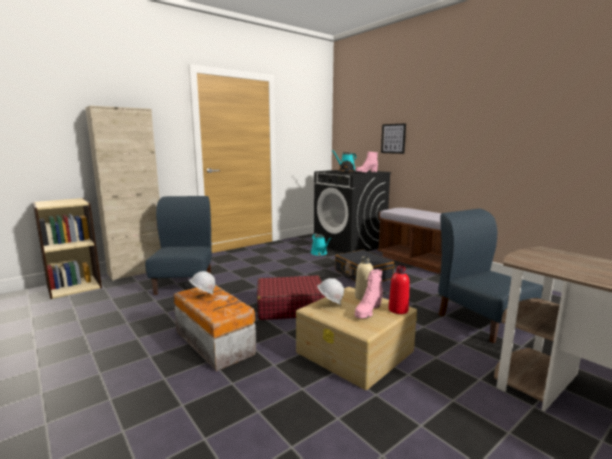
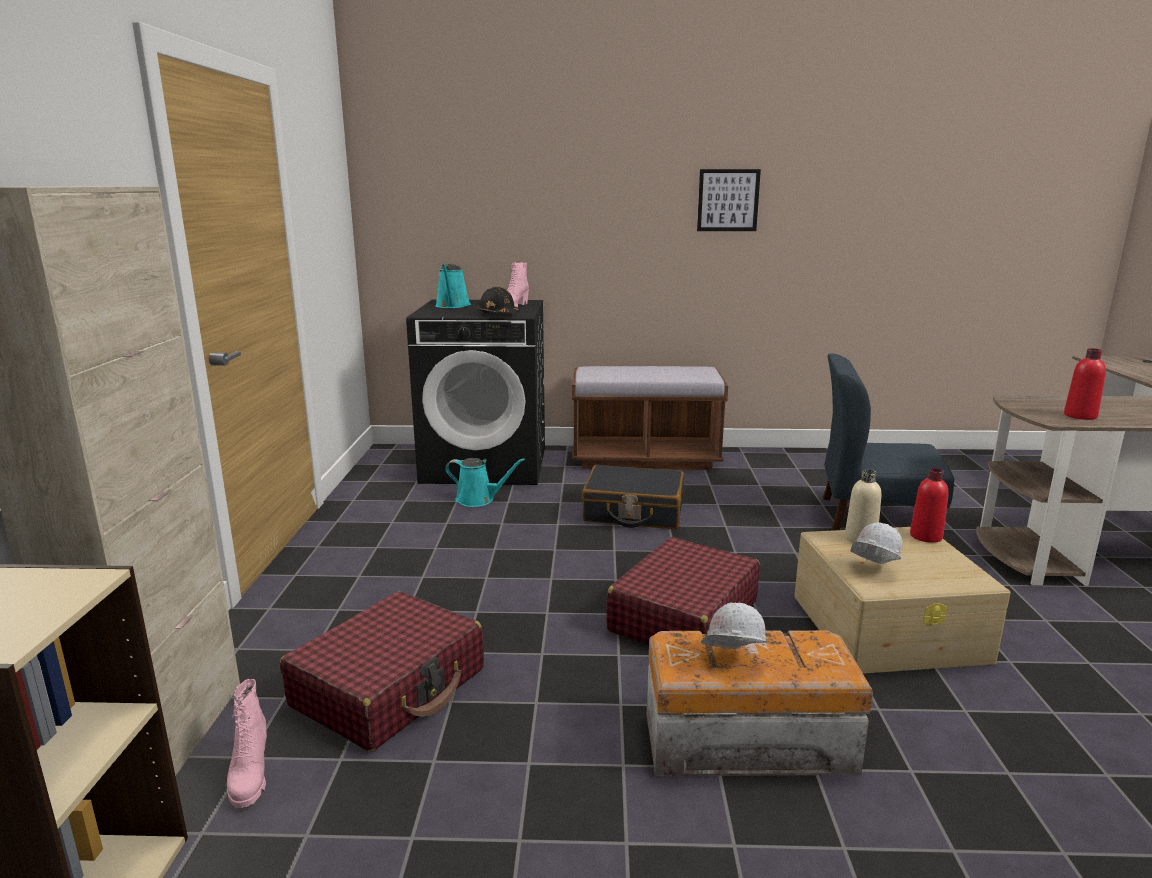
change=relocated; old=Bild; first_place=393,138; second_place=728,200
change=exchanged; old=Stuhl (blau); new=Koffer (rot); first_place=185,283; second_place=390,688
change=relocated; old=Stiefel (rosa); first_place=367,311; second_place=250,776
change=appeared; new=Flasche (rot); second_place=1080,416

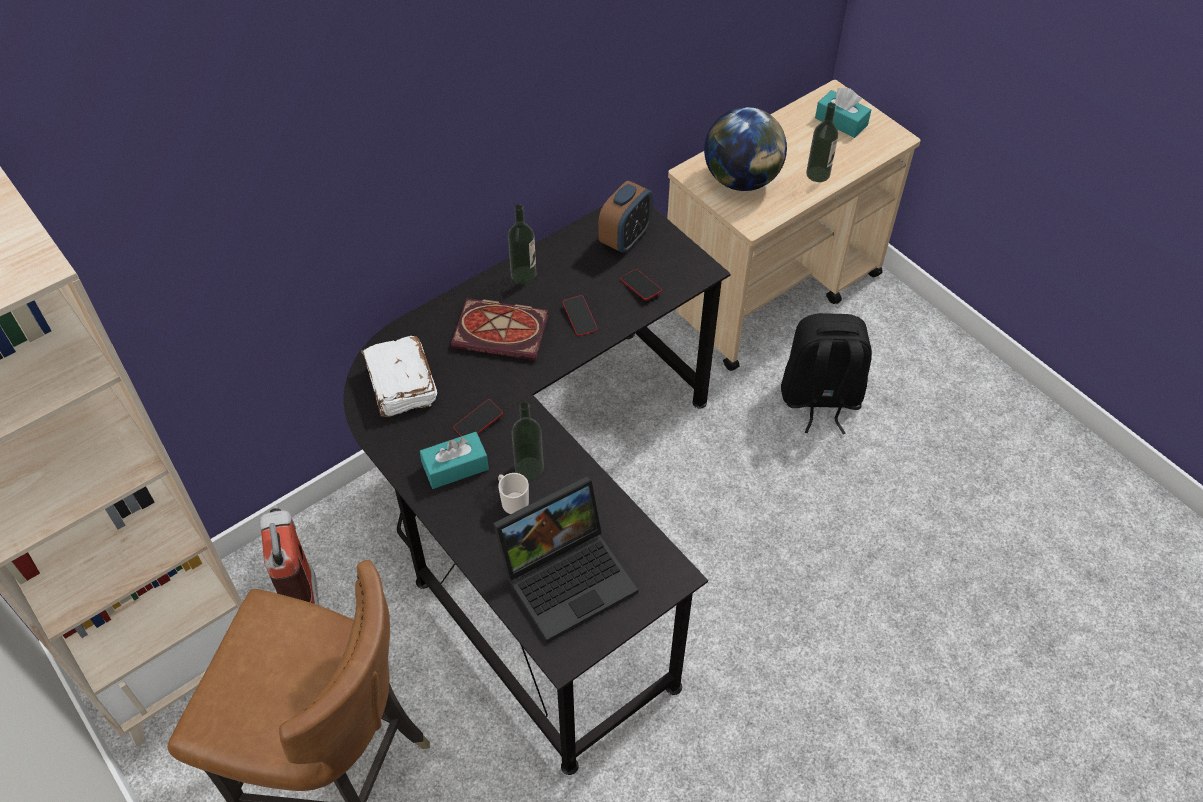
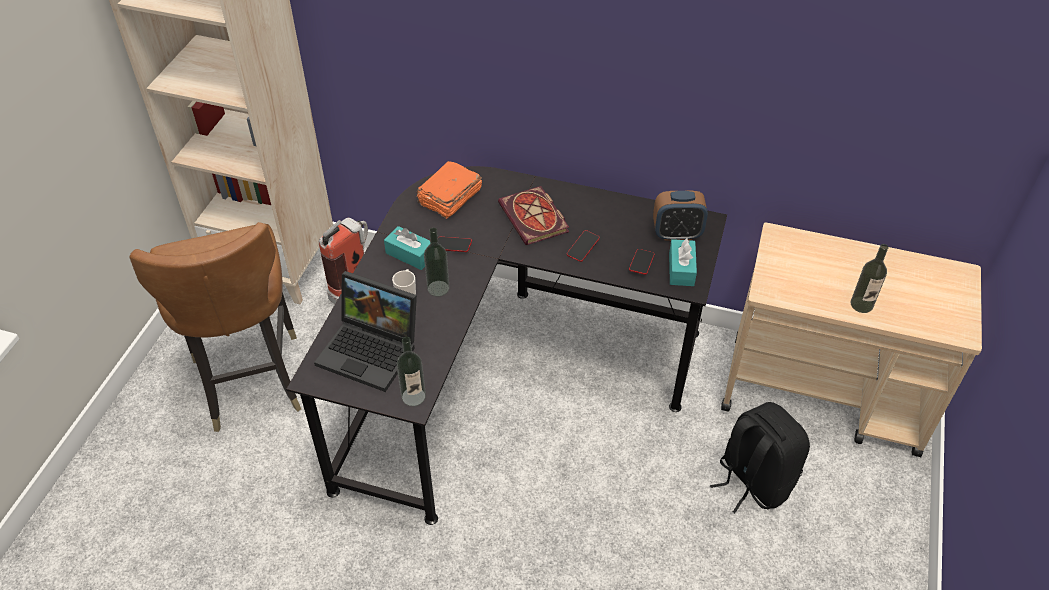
change=relocated; old=Taschentuchbox (türkis); first_place=841,122; second_place=681,269
change=missing; old=Globus; first_place=741,180
change=relocated; old=Flasche; first_place=523,275; second_place=413,396
change=colour; old=Buch (weiß); new=Buch (orange); first_place=401,386; second_place=449,198

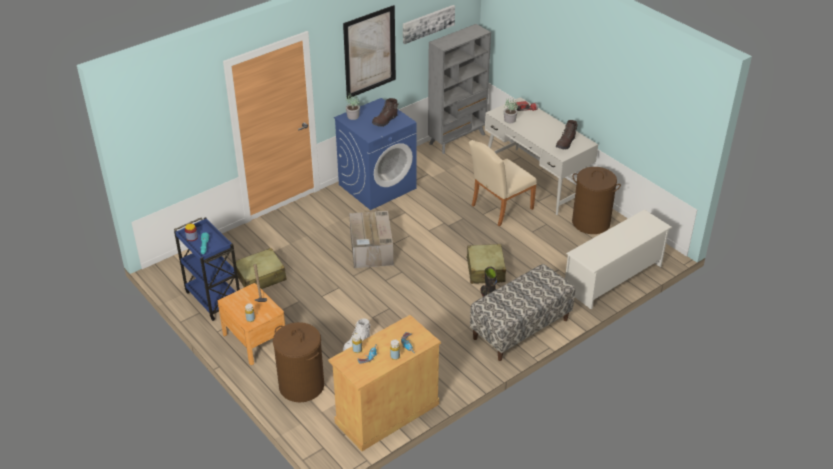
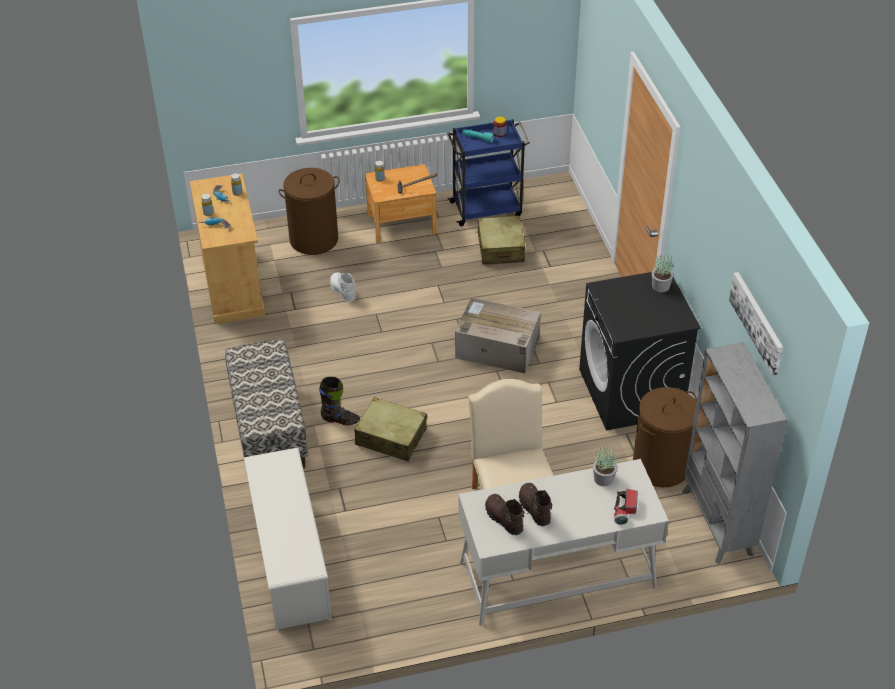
change=missing; old=Bild; first_place=370,52
change=colour; old=Waschmaschine (blau); new=Waschmaschine (schwarz); first_place=377,186; second_place=631,393
change=relocated; old=Stiefel (braun); first_place=385,121; second_place=534,509
change=relocated; old=Wäschekorb (braun); first_place=590,223; second_place=660,466

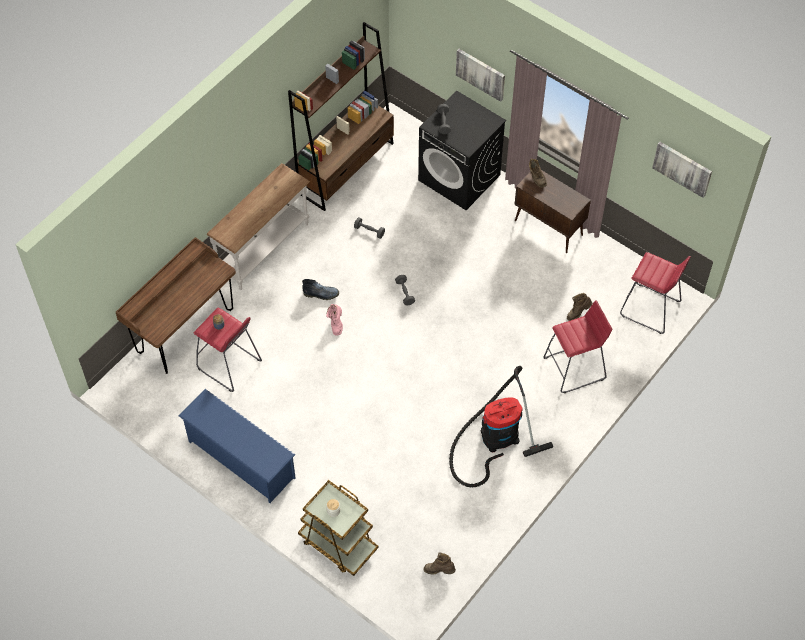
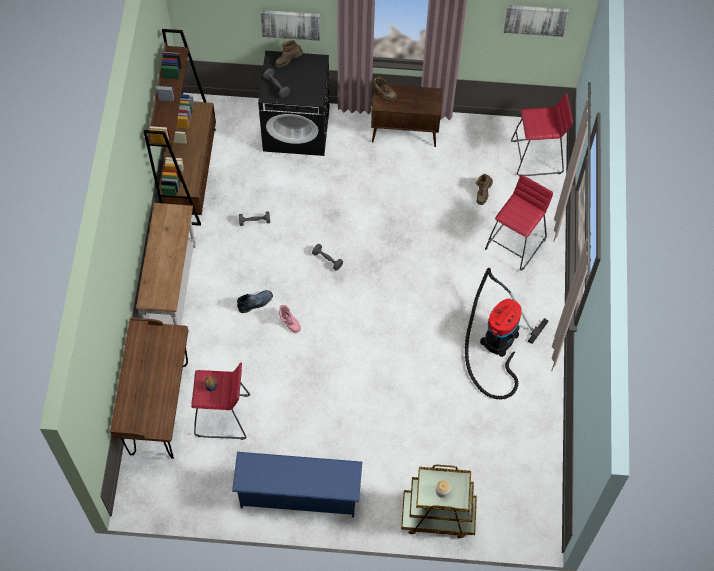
change=relocated; old=Stiefel (braun); first_place=439,570; second_place=288,61

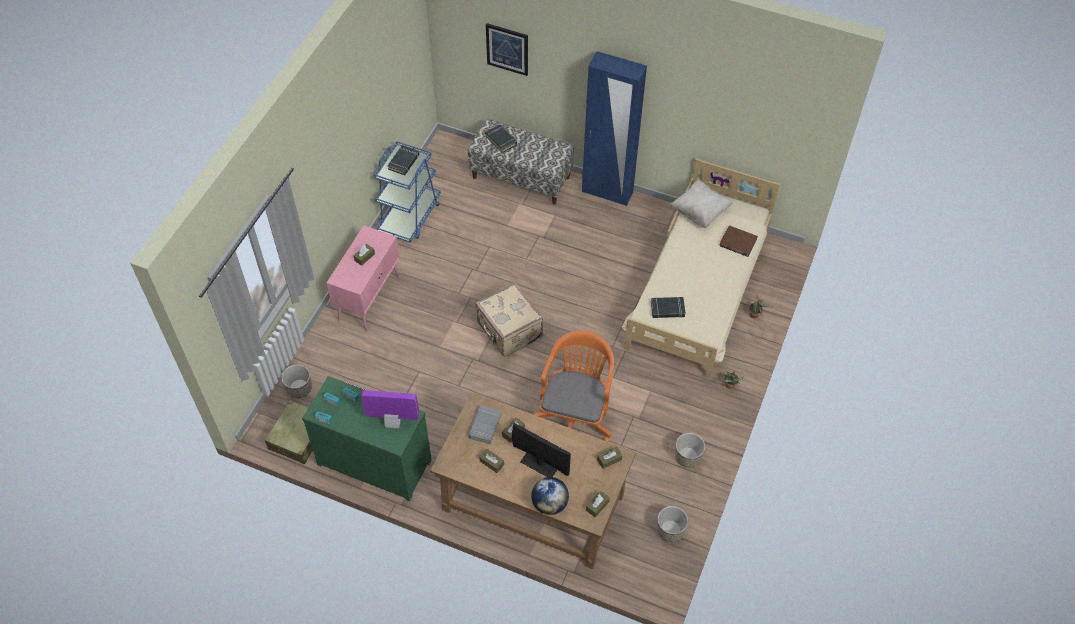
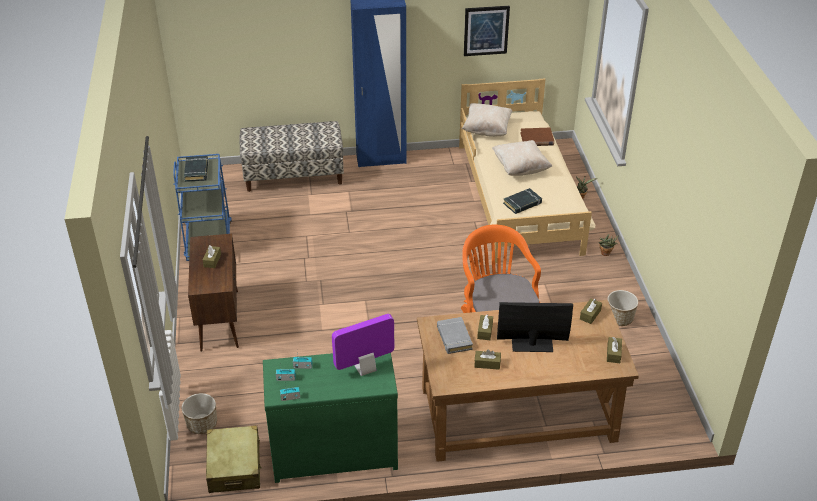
change=relocated; old=Bild; first_place=507,49; second_place=486,30
change=missing; old=Buch (schwarz); first_place=501,140
change=colour; old=Schrank (rosa); new=Schrank (braun); first_place=370,299; second_place=219,320
change=missing; old=Koffer (beige); first_place=509,331
change=missing; old=Globus; first_place=549,504
change=missing; old=Pflanzkübel; first_place=670,530
change=appeared; new=Kissen (beige); second_place=520,168

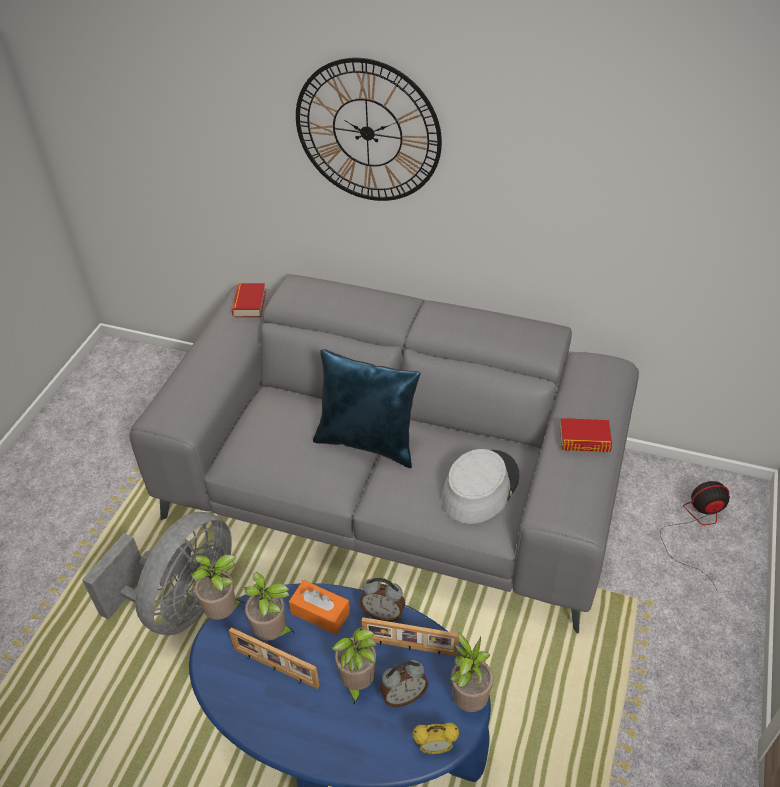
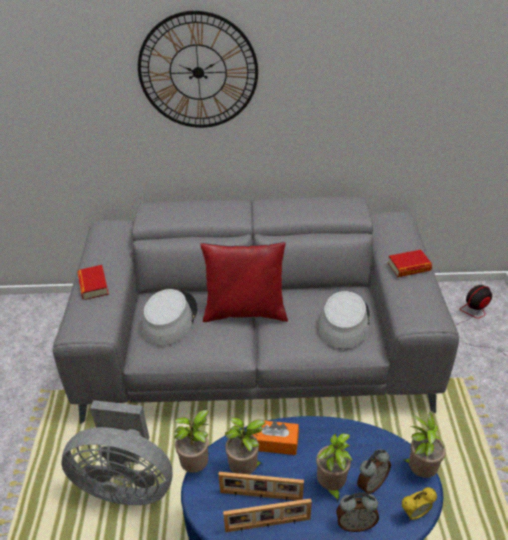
change=relocated; old=Buch; first_place=249,304; second_place=93,285
change=colour; old=Kissen (blau); new=Kissen (rot); first_place=368,442; second_place=245,311
change=spun; old=Ventilator (grau); first_place=181,603; second_place=126,483; degrees=90
change=relocated; old=Wecker; first_place=383,613; second_place=355,523
change=relocated; old=Bilderrahmen; first_place=410,648; second_place=268,525
change=appeared; new=Hut (grau); second_place=170,319

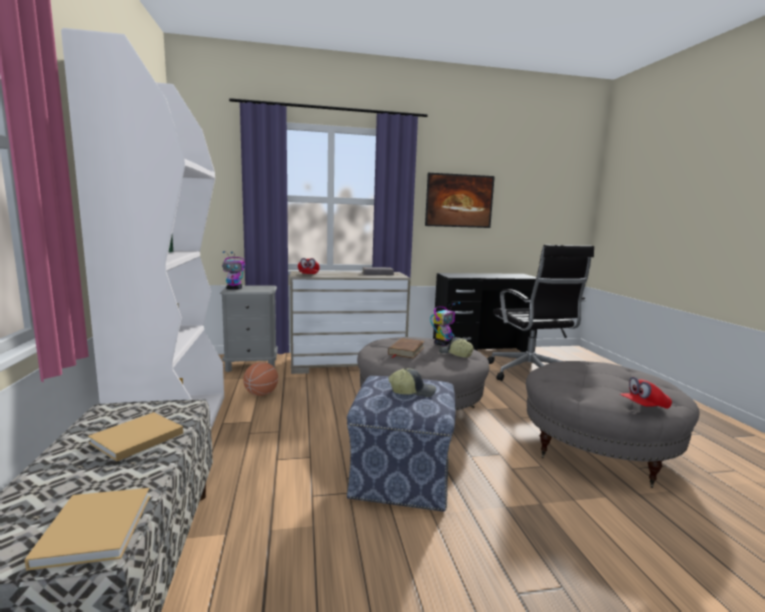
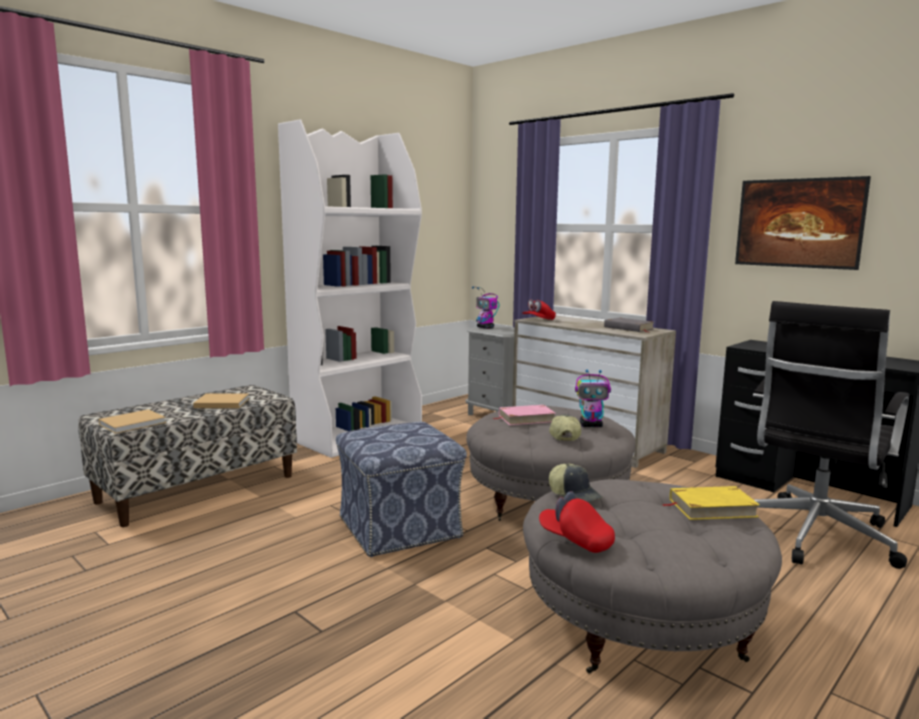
change=colour; old=Buch (braun); new=Buch (rosa); first_place=406,351; second_place=526,418
change=missing; old=Basketball; first_place=261,394
change=relocated; old=Kappe; first_place=412,391; second_place=575,495
change=appeared; new=Buch (gelb); second_place=711,508

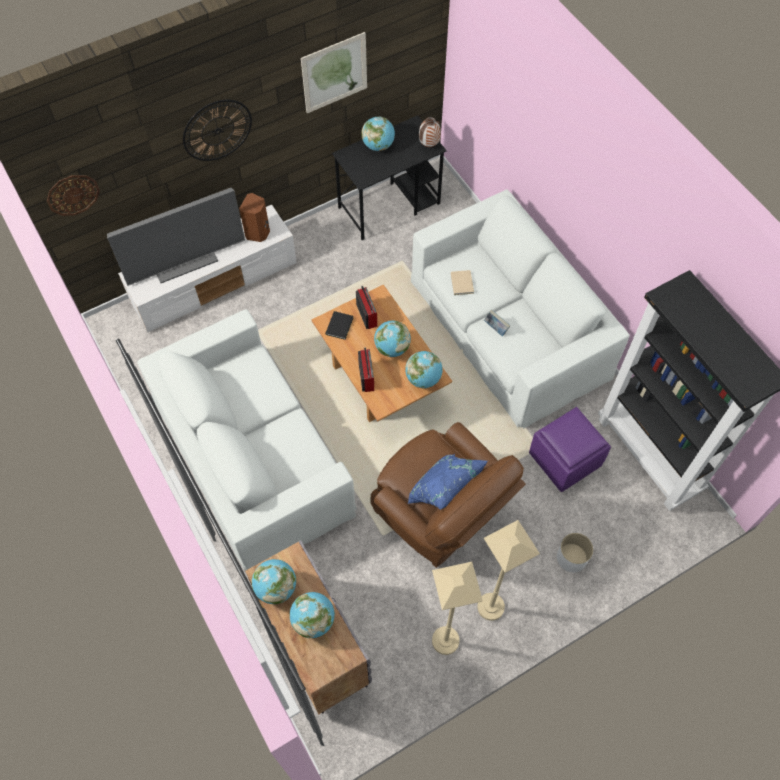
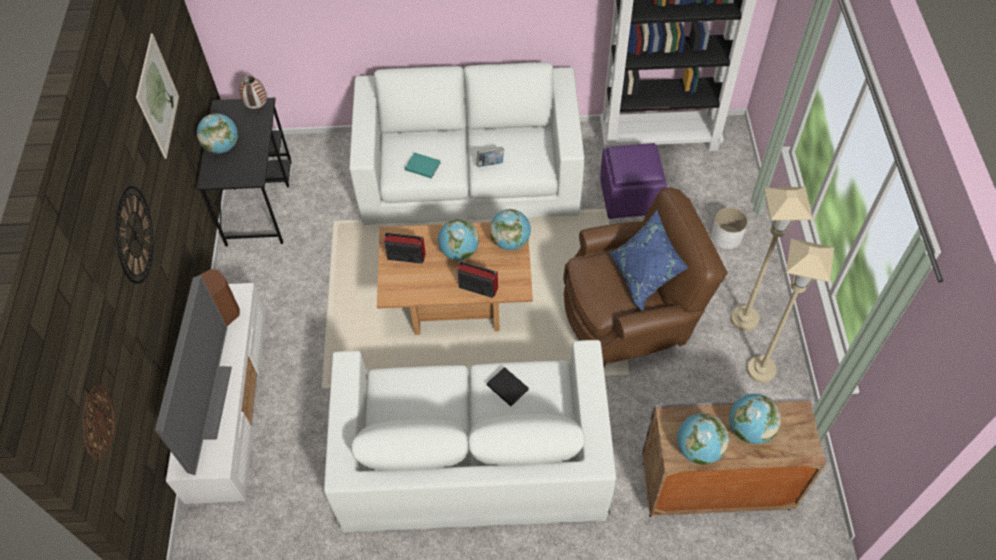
change=colour; old=Buch (beige); new=Buch (türkis); first_place=462,282; second_place=422,165
change=relocated; old=Buch (schwarz); first_place=340,325; second_place=507,386

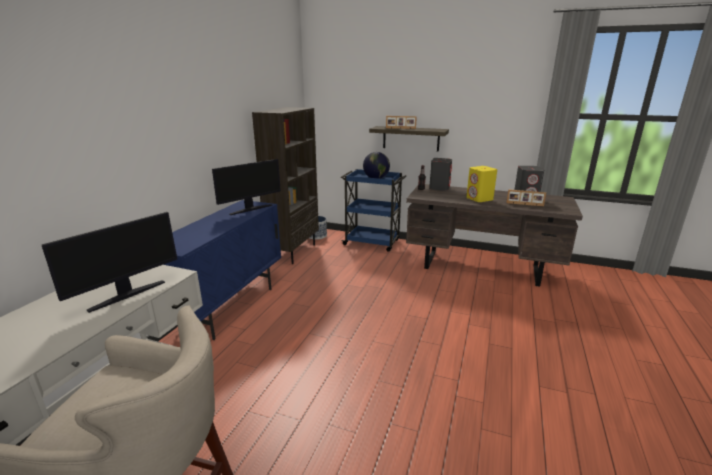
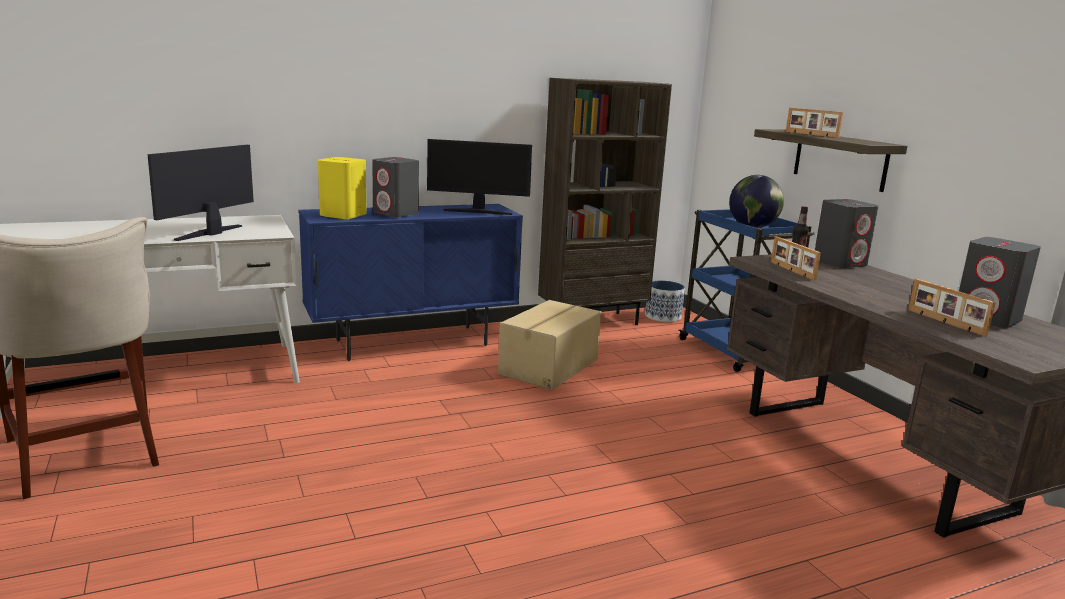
change=relocated; old=Lautsprecher (gelb); first_place=479,199; second_place=343,215
change=spun; old=Monitor; first_place=127,295; second_place=211,233; degrees=120
change=appeared; new=Lautsprecher (grau); second_place=396,214
change=appeared; new=Bilderrahmen; second_place=791,271
change=appeared; new=Karton; second_place=550,367

